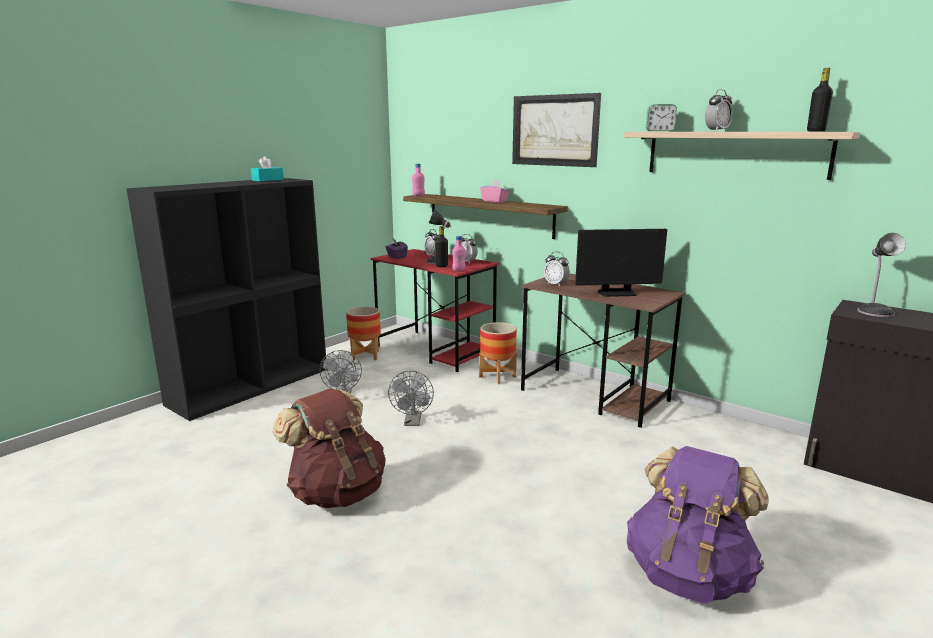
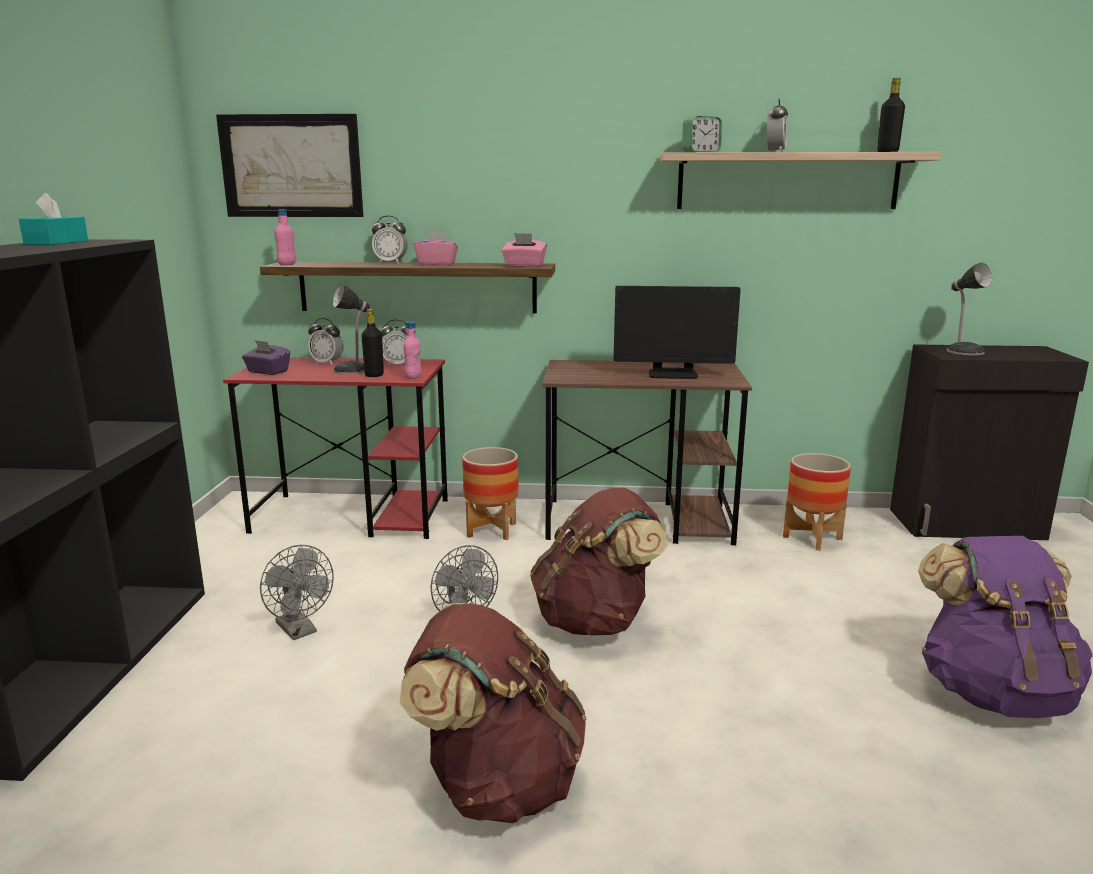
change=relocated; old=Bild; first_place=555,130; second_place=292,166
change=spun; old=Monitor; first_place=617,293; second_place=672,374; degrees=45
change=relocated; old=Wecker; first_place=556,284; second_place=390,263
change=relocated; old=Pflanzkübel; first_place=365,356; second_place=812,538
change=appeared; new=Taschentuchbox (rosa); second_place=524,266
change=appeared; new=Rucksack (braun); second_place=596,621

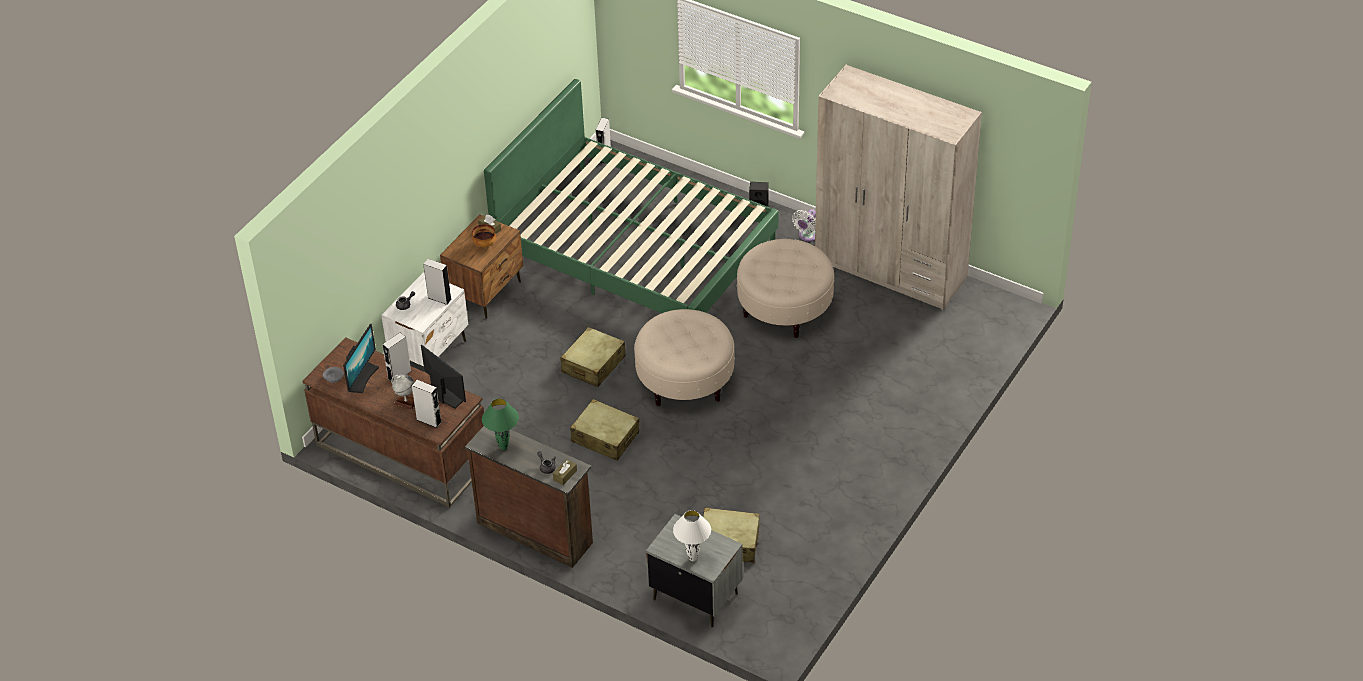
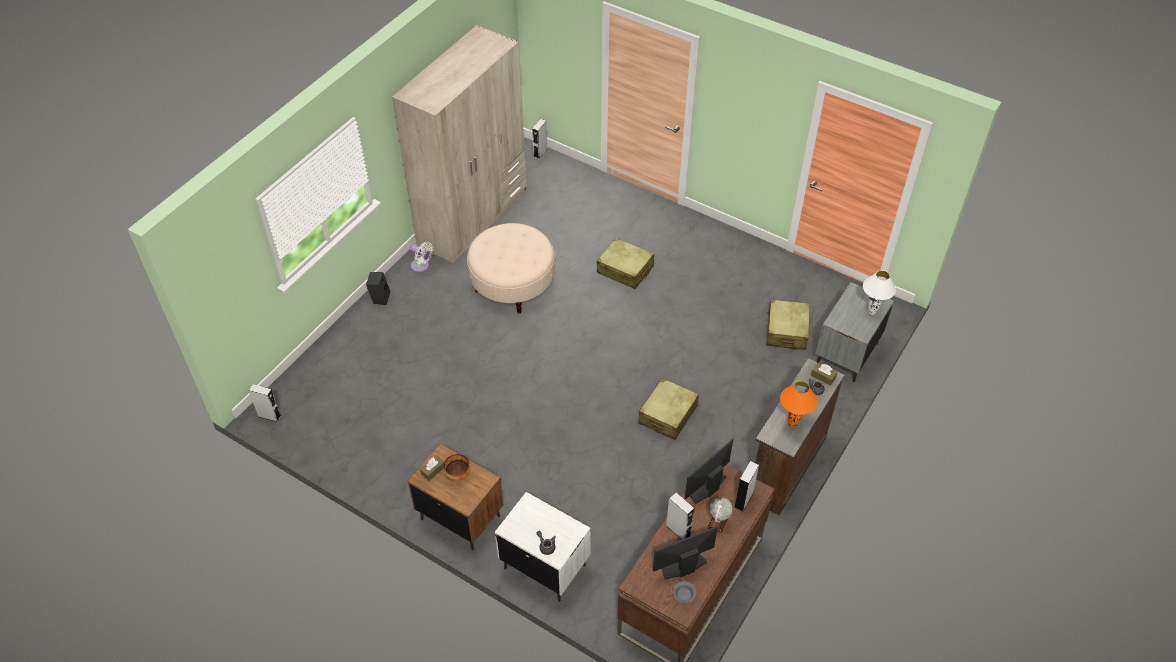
change=missing; old=Bett (grün); first_place=635,248
change=relocated; old=Lautsprecher (grau); first_place=439,298; second_place=540,152
change=missing; old=Polsterhocker (beige); first_place=685,380
change=spun; old=Monitor; first_place=362,378; second_place=683,566; degrees=-45
change=relocated; old=Koffer (beige); first_place=593,365; second_place=625,270
change=colour; old=Tischlampe (grün); new=Tischlampe (orange); first_place=504,447; second_place=792,424

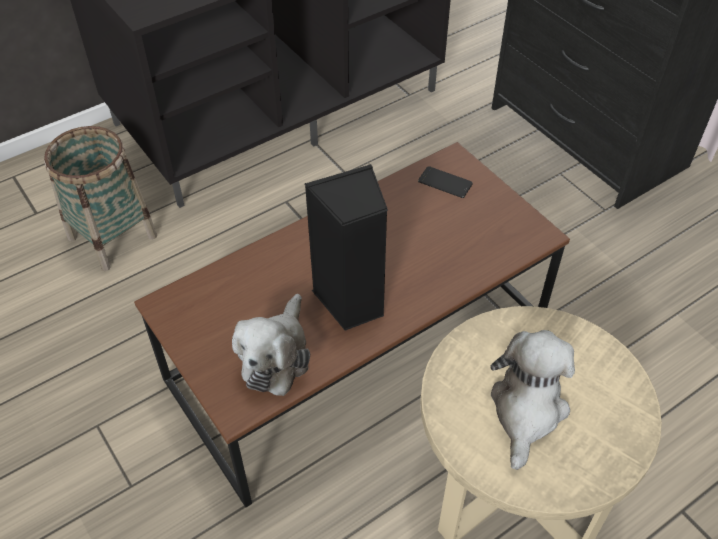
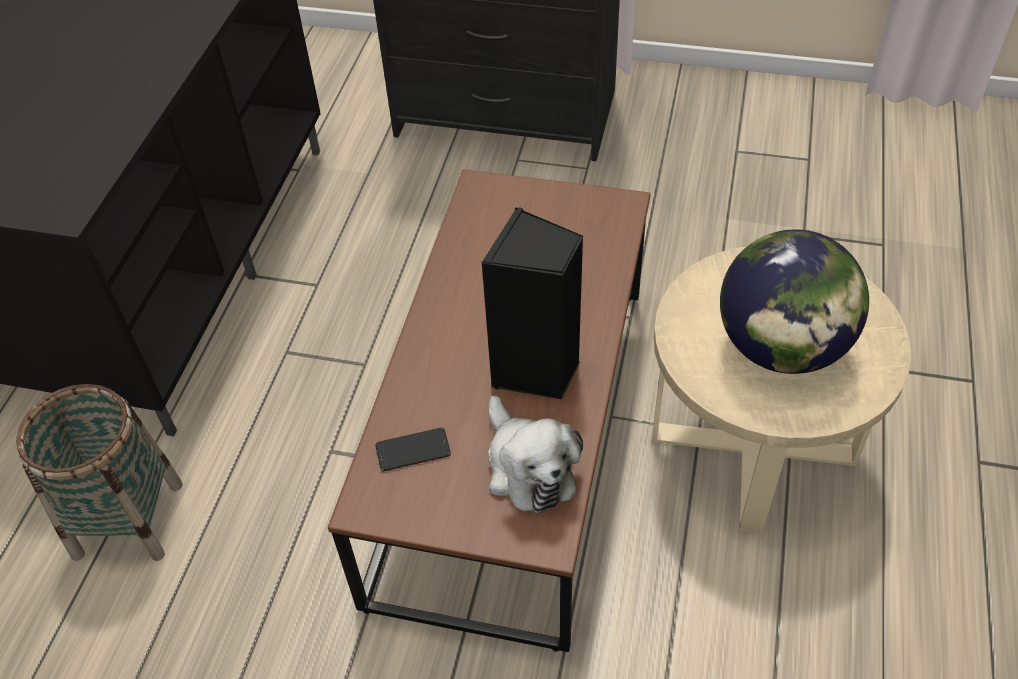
change=relocated; old=Handy; first_place=445,183; second_place=413,450
change=exchanged; old=Plüschtier; new=Globus; first_place=527,409; second_place=781,348

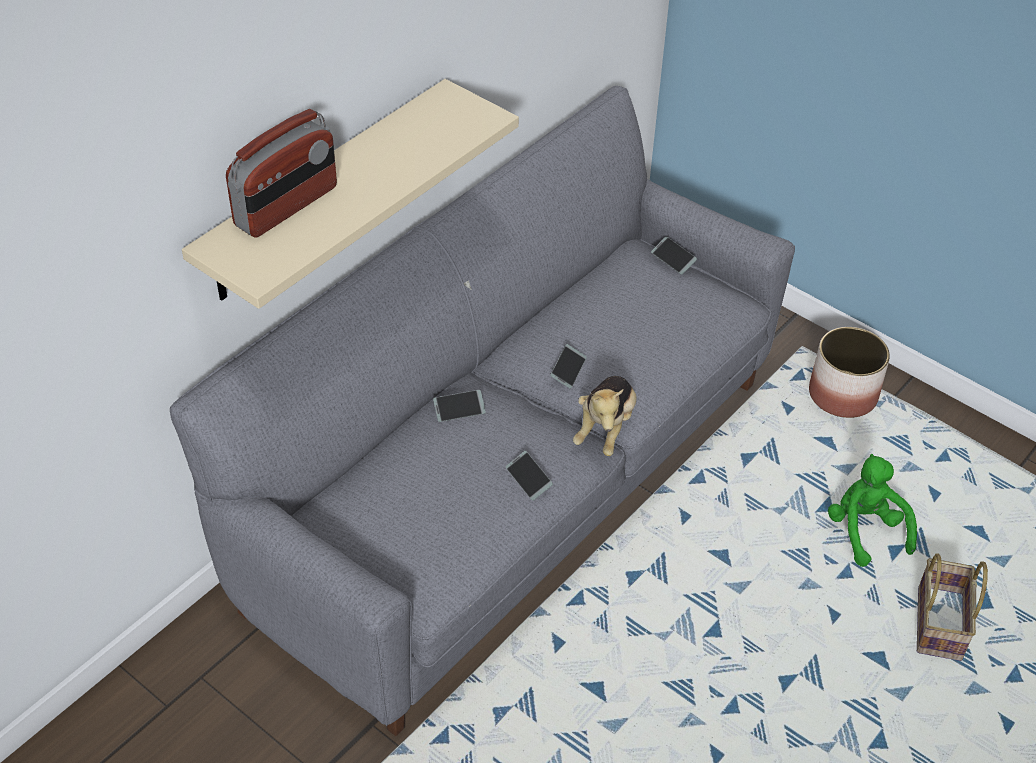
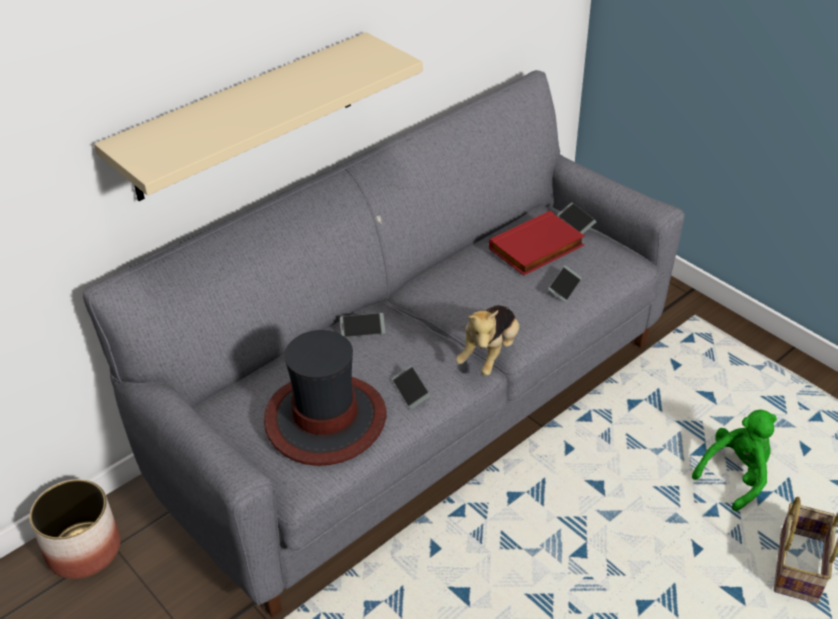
change=missing; old=Radio; first_place=287,207
change=relocated; old=Pflanzkübel; first_place=842,394; second_place=84,549
change=relocated; old=Handy; first_place=568,370; second_place=564,287
change=spun; old=Plüschtier (grün); first_place=865,530; second_place=735,475; degrees=60
change=appeared; new=Buch (rot); second_place=537,248
change=appeared; new=Hut; second_place=325,420

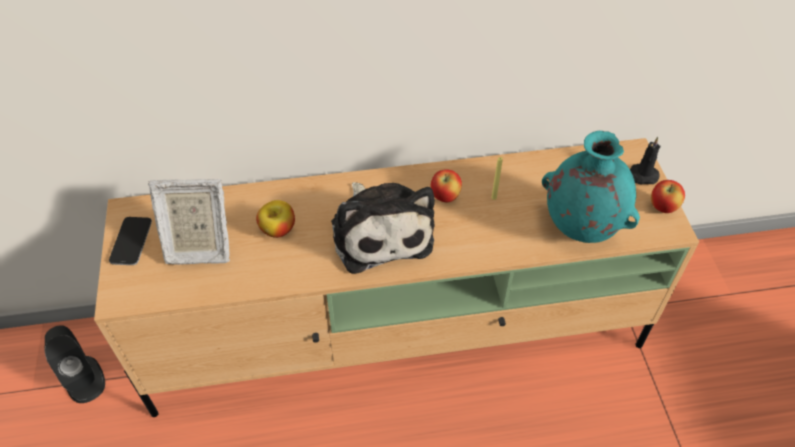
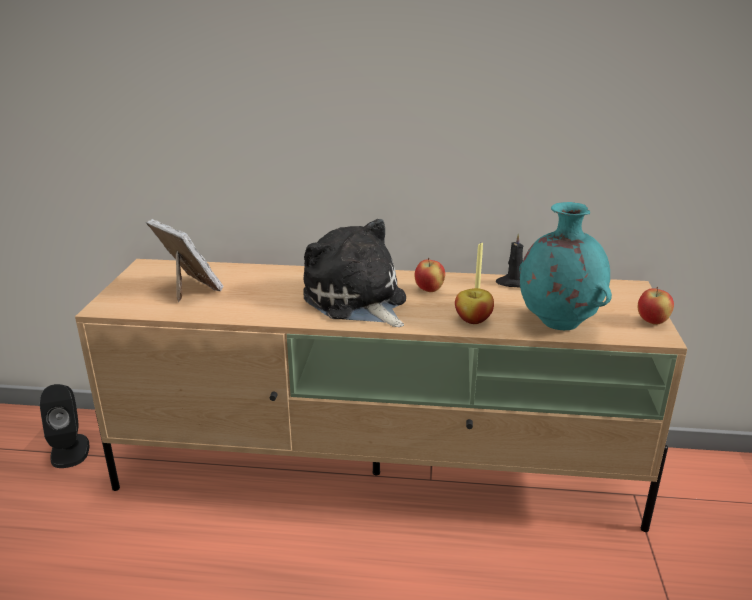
change=relocated; old=Kerze (schwarz); first_place=641,176; second_place=512,283
change=spun; old=Bilderrahmen; first_place=198,247; second_place=190,290; degrees=-150
change=spun; old=Plüschtier; first_place=380,231; second_place=357,301; degrees=150
change=relocated; old=Apfel; first_place=278,229; second_place=473,320
change=missing; old=Handy; first_place=131,241

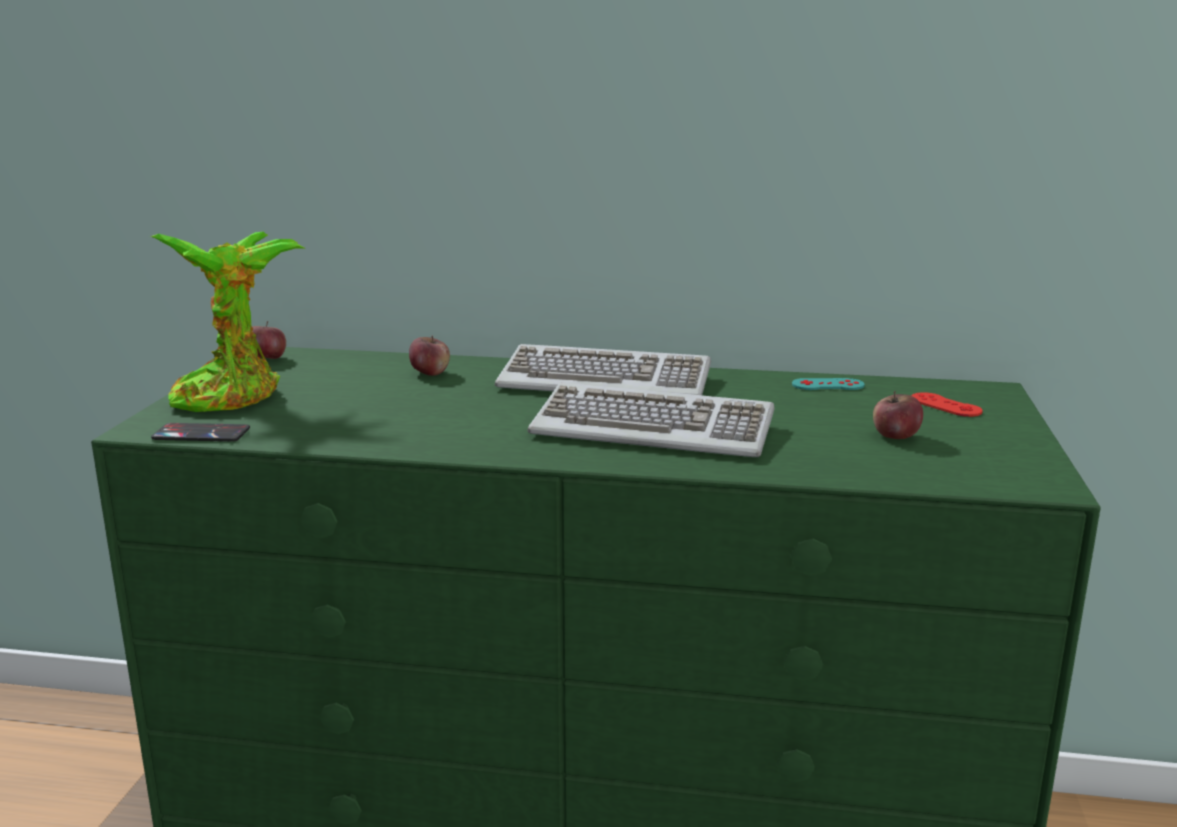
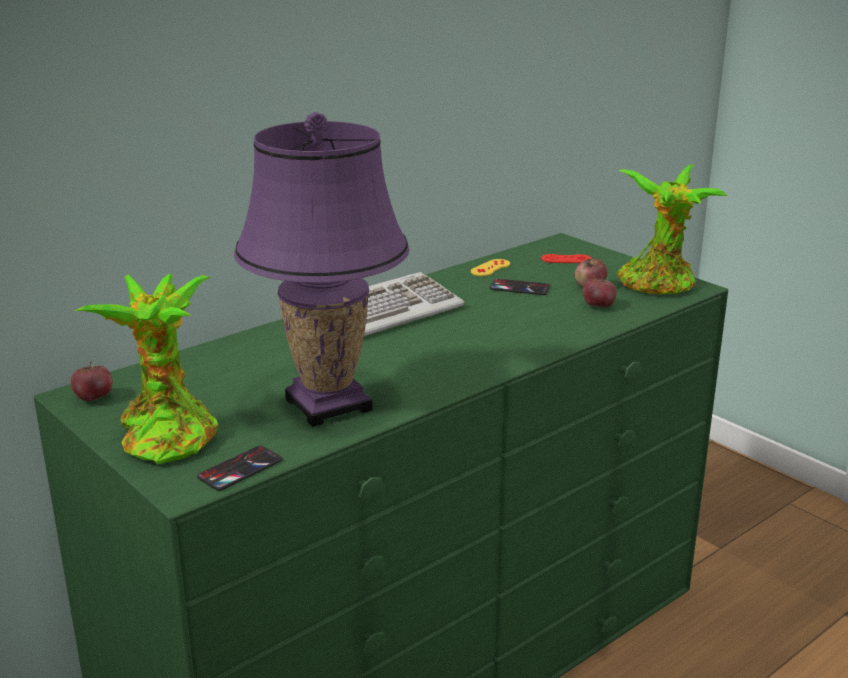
change=relocated; old=Apfel; first_place=430,373; second_place=598,306
change=colour; old=Gamepad (türkis); new=Gamepad (gelb); first_place=828,385; second_place=490,268
change=missing; old=Tastatur; first_place=653,429
change=appeared; new=Tischlampe (lila); second_place=328,405
change=appeared; new=Topfpflanze; second_place=659,286
change=appeared; new=Handy; second_place=520,288

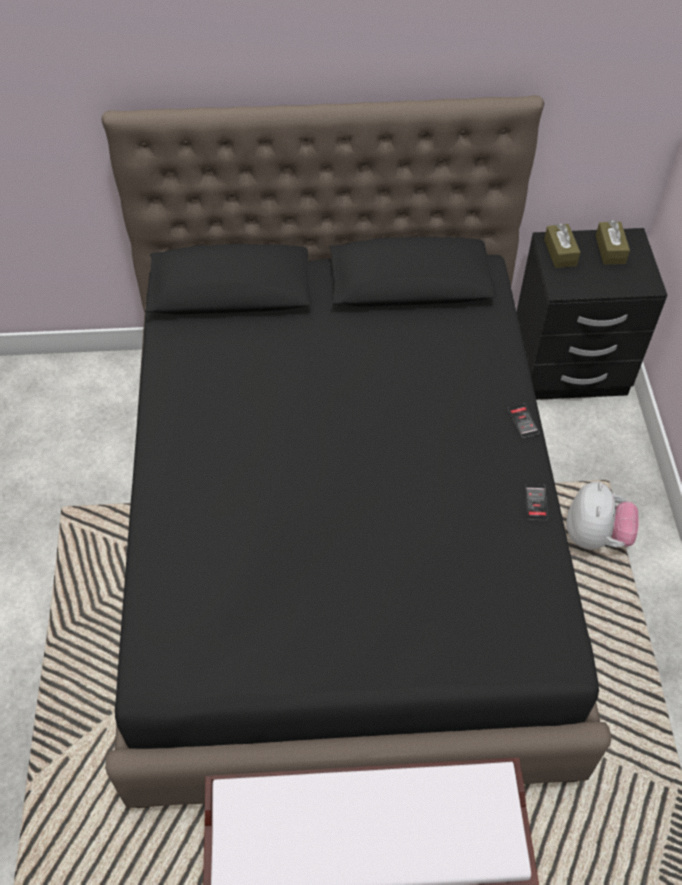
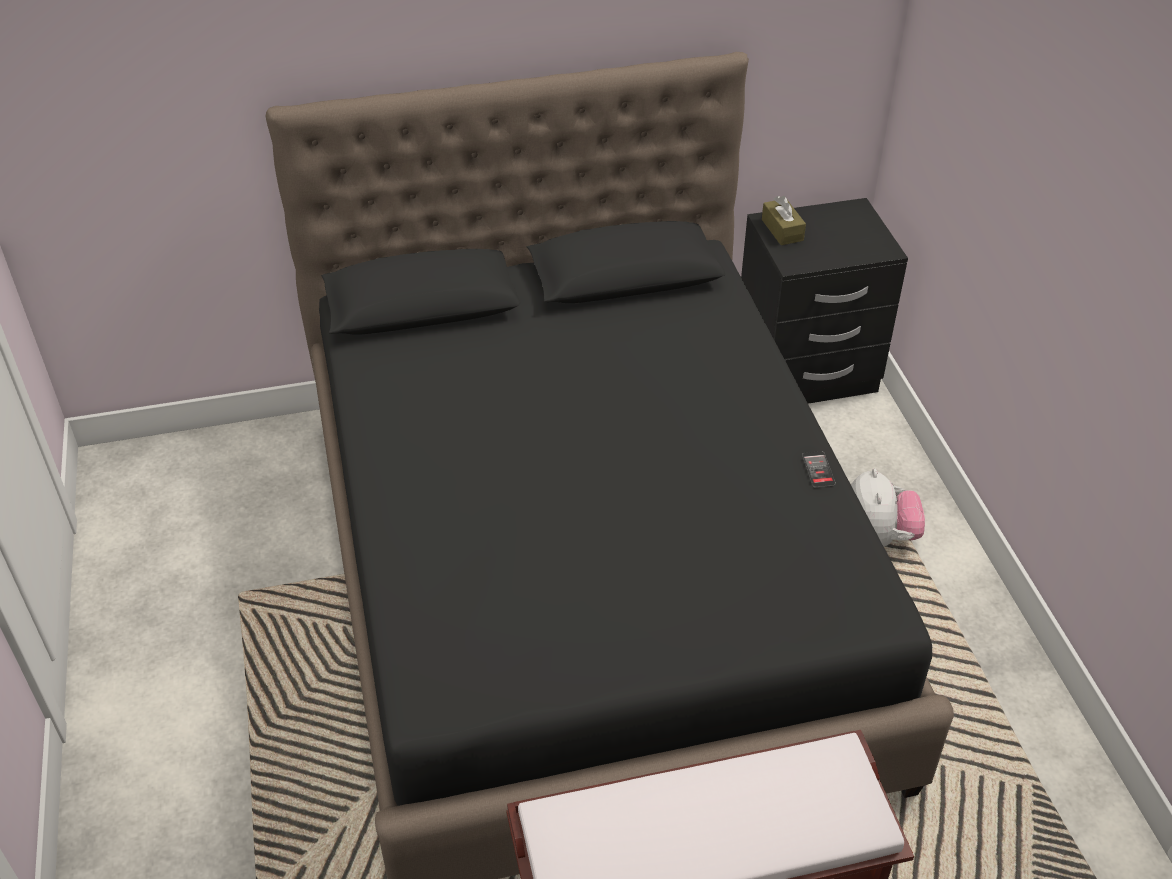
change=missing; old=Taschentuchbox (braun); first_place=610,249
change=missing; old=Handy; first_place=523,421

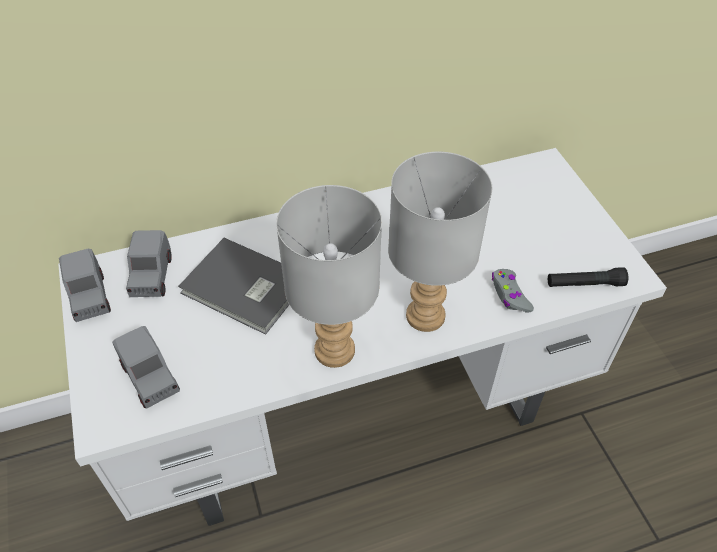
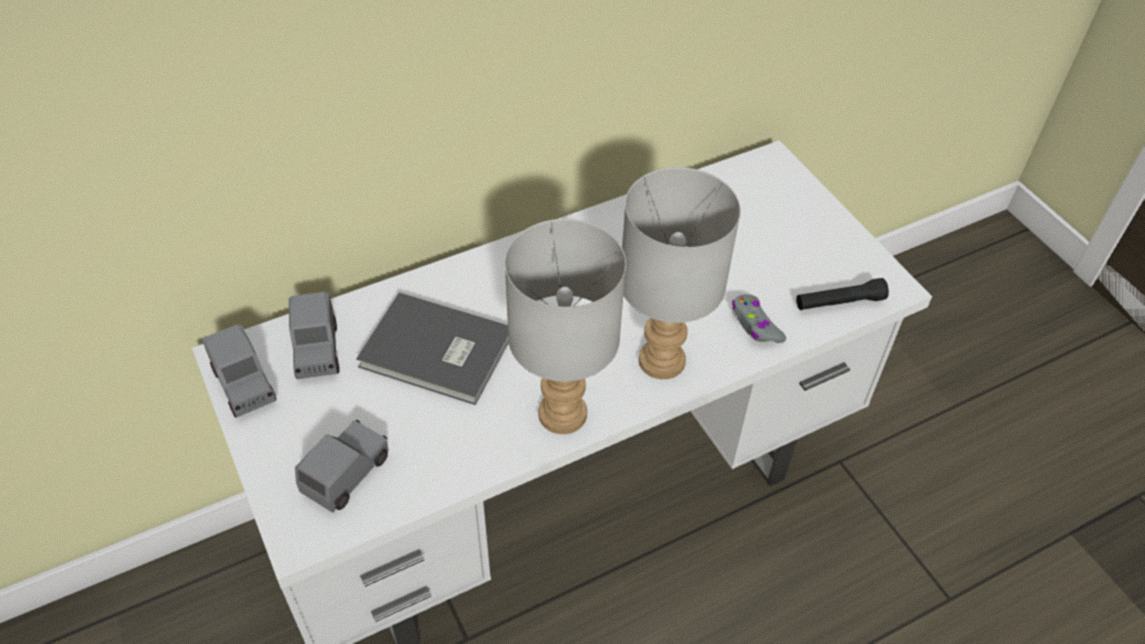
change=spun; old=Spielzeugauto (grau); first_place=150,378; second_place=347,474; degrees=-105

